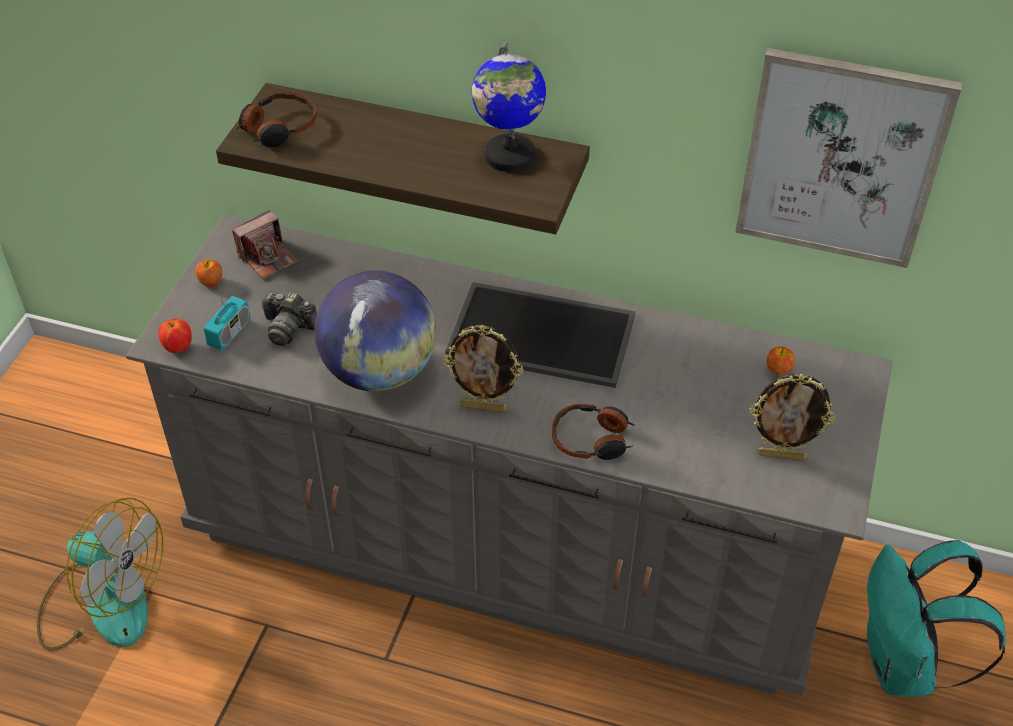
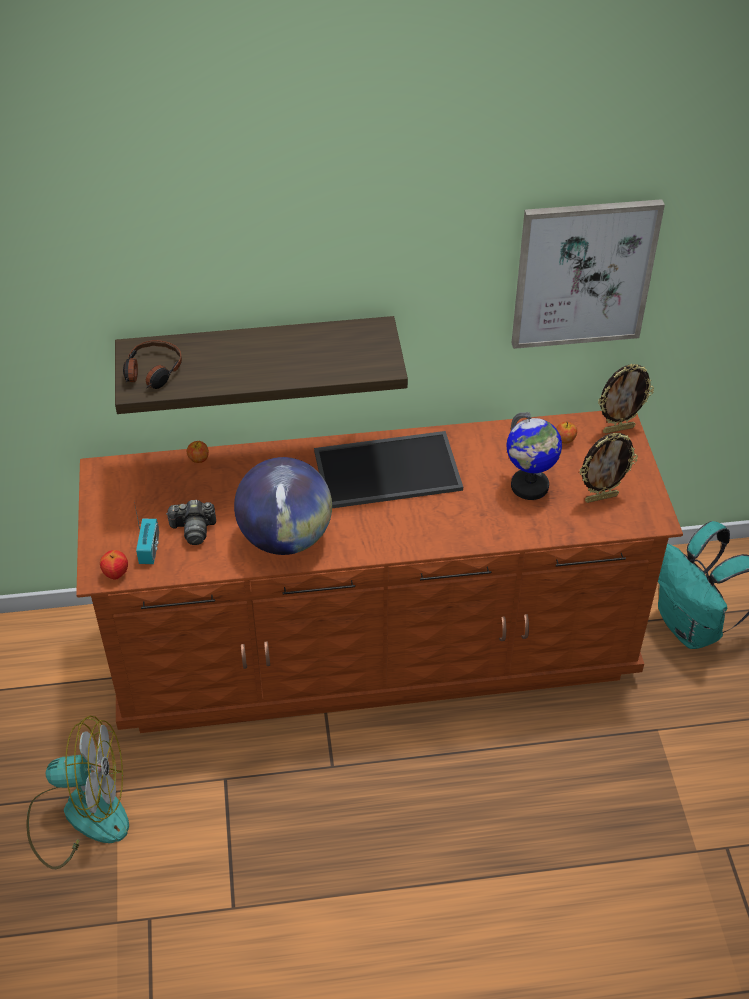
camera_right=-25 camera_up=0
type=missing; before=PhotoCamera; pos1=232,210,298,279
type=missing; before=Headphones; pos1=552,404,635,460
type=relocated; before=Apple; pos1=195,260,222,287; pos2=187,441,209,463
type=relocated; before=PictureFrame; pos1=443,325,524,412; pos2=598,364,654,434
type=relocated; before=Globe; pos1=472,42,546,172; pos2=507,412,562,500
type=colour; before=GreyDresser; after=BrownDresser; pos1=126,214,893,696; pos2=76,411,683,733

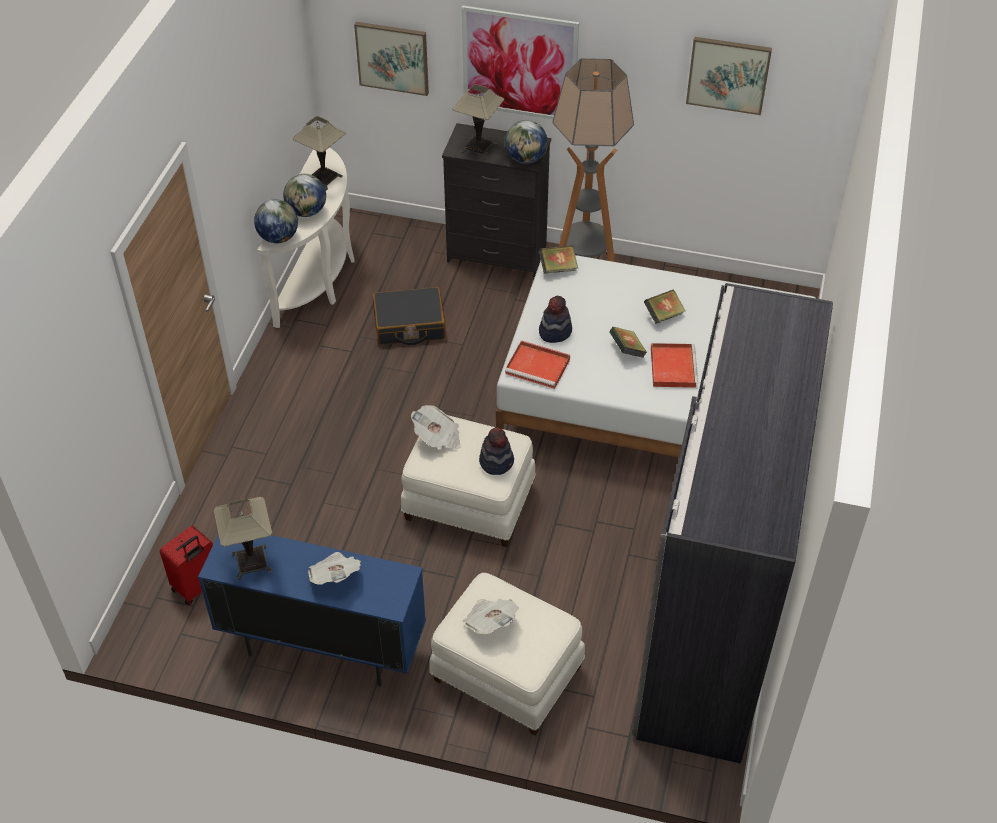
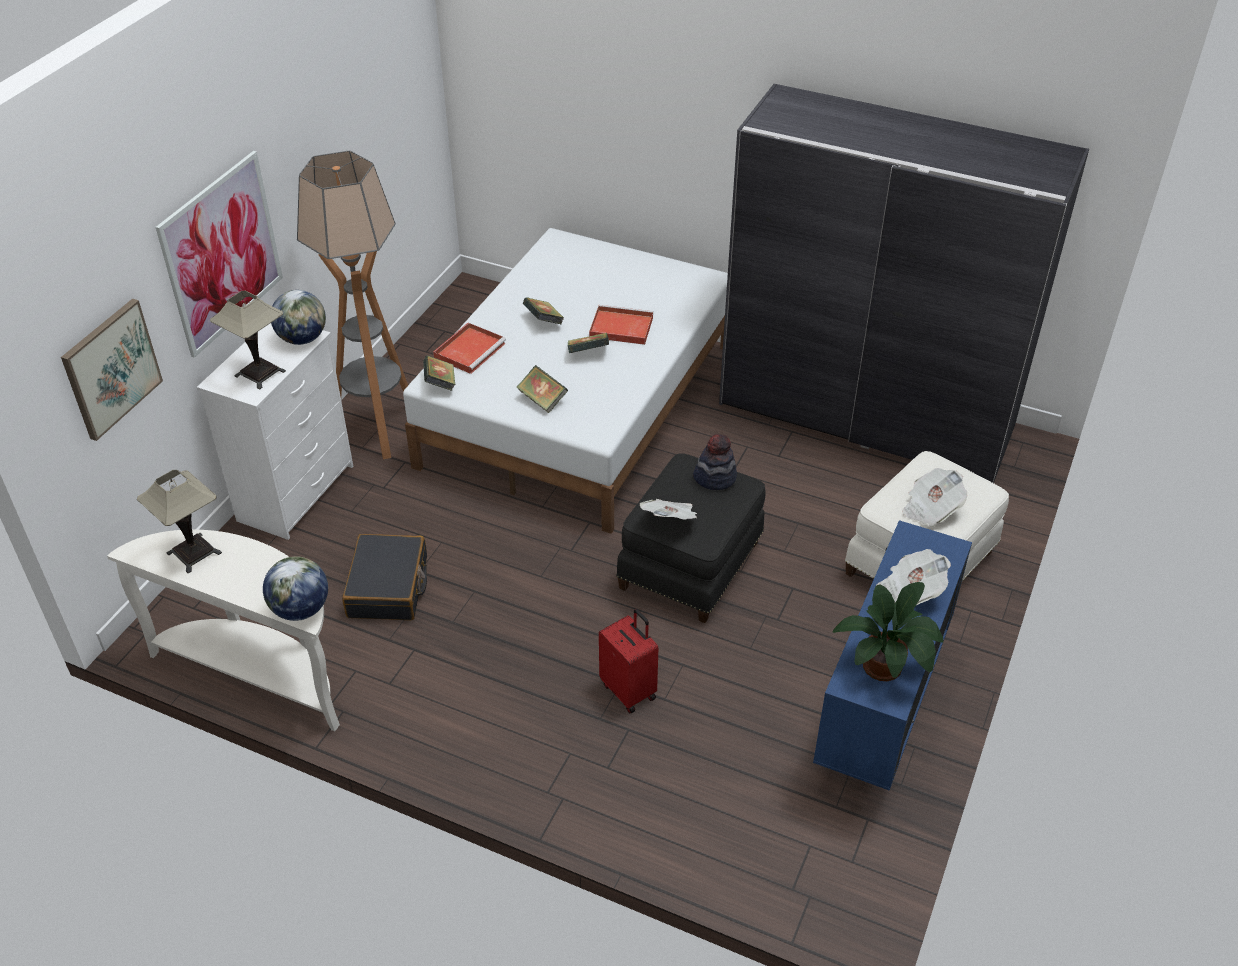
camera_right=-80 camera_up=-5
type=missing; before=Globe; pos1=283,174,326,217
type=missing; before=Picture; pos1=686,37,772,115
type=relocated; before=RedSuitcase; pos1=160,525,213,605; pos2=599,609,658,713
type=relocated; before=RedTray; pos1=505,340,570,389; pos2=433,323,506,374
type=exchanged; before=TableLamp; after=PottedPlant; pos1=214,497,272,580; pos2=832,582,944,681
type=exchanged; before=Hat; after=Book; pos1=539,296,572,343; pos2=516,365,568,413
type=colour; before=WhiteOttoman; after=BlackOttoman; pos1=401,415,536,547; pos2=616,453,766,623
type=colour; before=BlackDresser; after=WhiteDresser; pos1=442,123,551,277; pos2=197,323,353,540

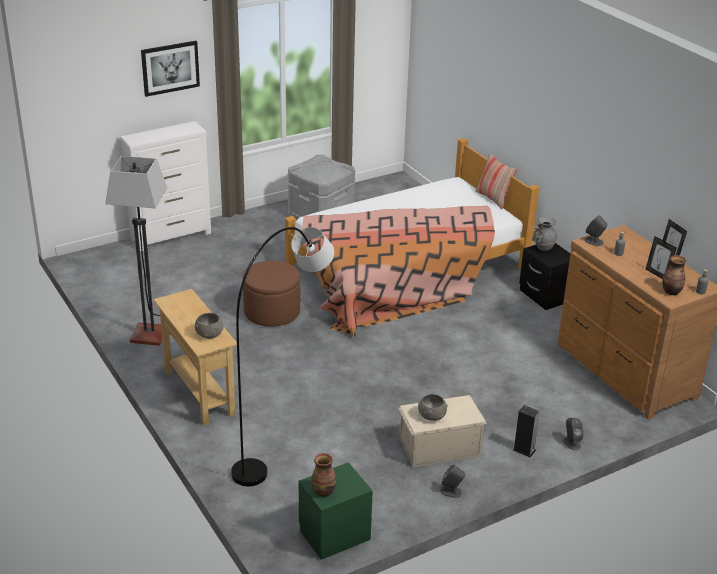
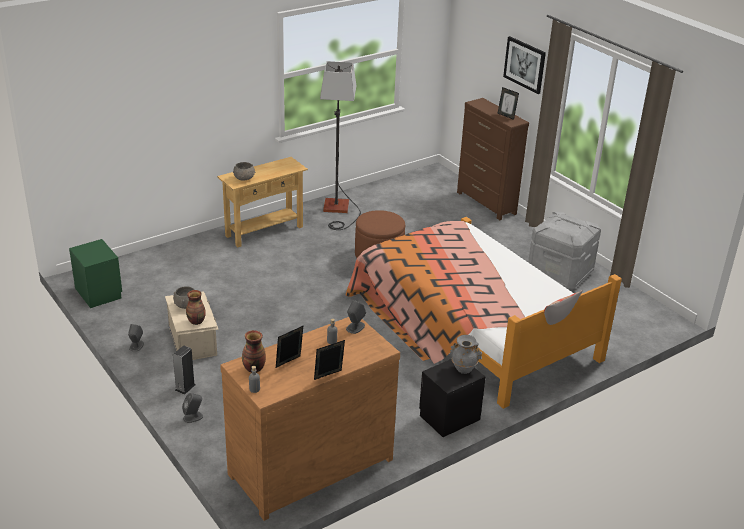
camera_right=85 camera_up=0
type=missing; before=GreyFloorLamp; pos1=231,227,334,486
type=appeared; after=PictureFrame; pos2=497,87,519,120
type=relocated; before=Vase; pos1=312,453,336,497; pos2=186,290,206,325
type=colour; before=WhiteDresser; after=BrownDresser; pos1=120,121,211,252; pos2=457,98,529,220

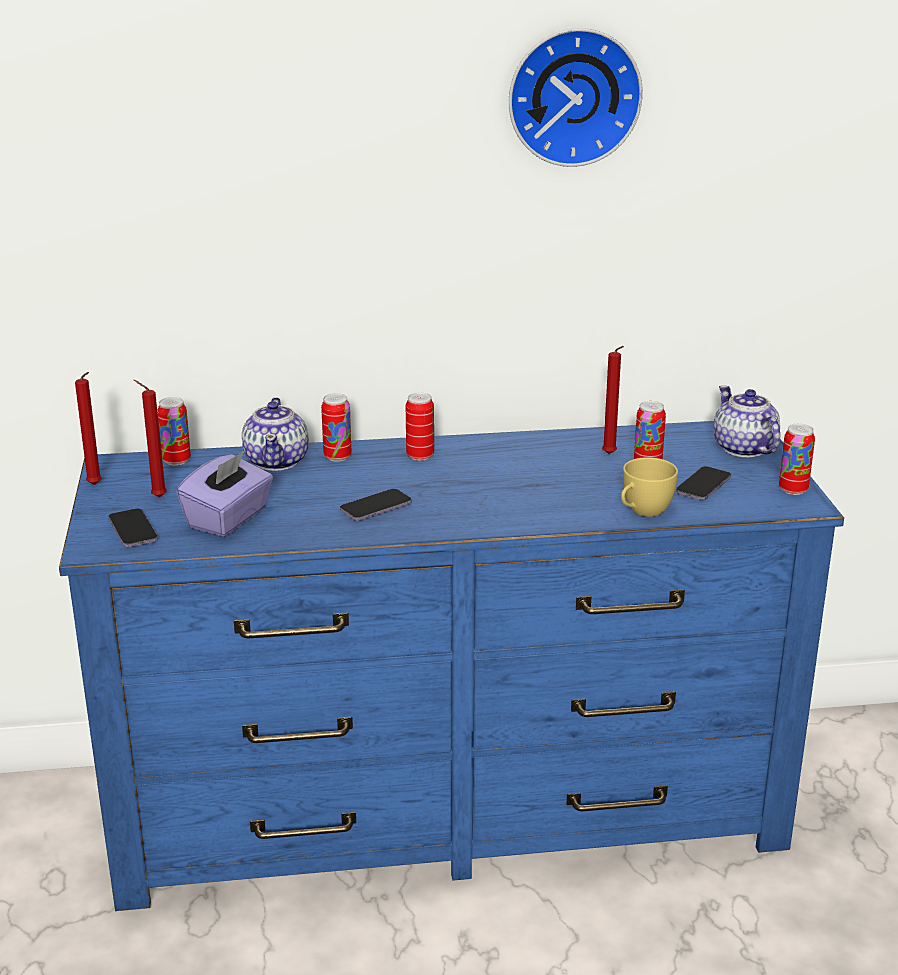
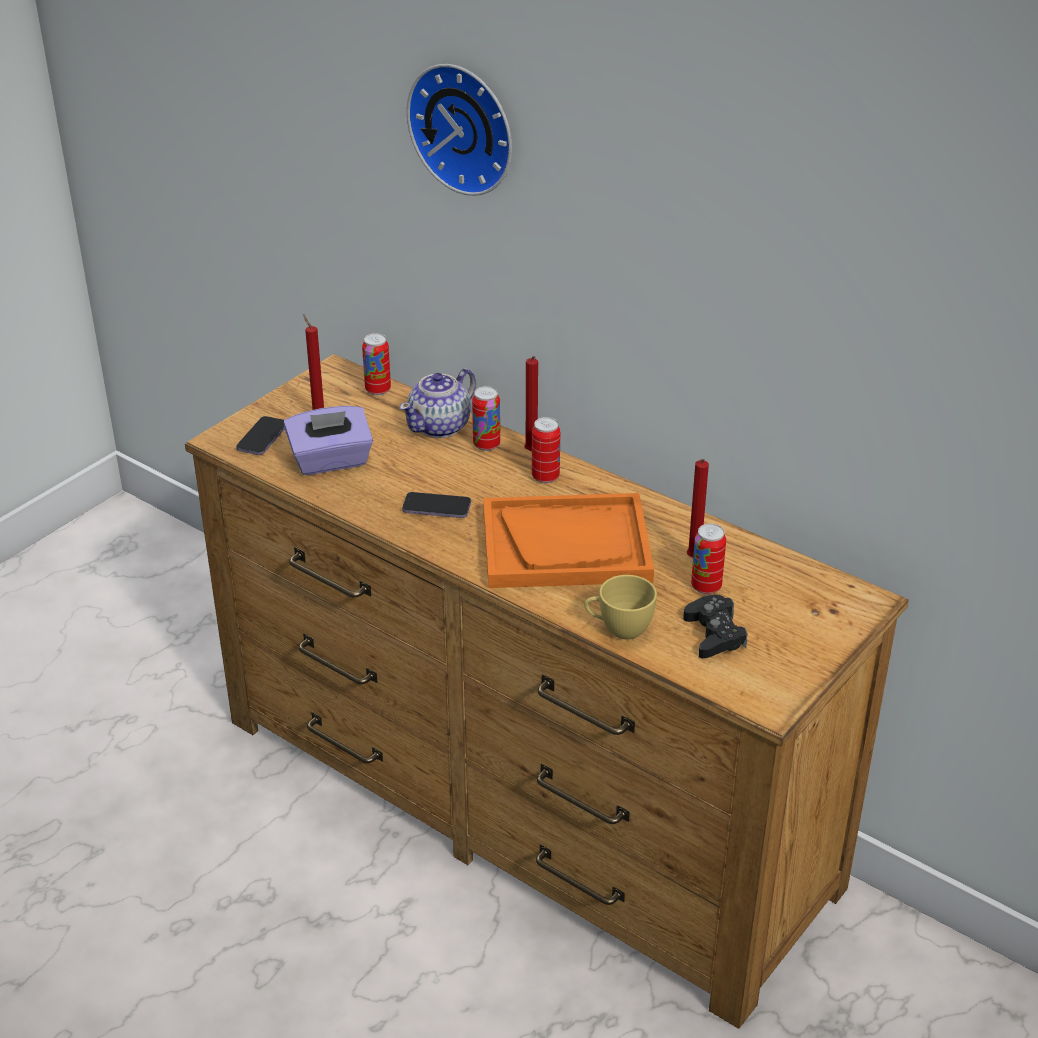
camera_right=45 camera_up=10
type=missing; before=Teapot; pos1=714,385,780,457
type=missing; before=Can; pos1=779,424,815,495
type=appeared; after=OrangeTray; pos2=483,493,654,588
type=relocated; before=RedCandle; pos1=75,372,102,485; pos2=524,356,538,452
type=relocated; before=WallClock; pos1=509,28,643,167; pos2=407,64,512,196
type=exchanged; before=Phone; after=BlackGameController; pos1=676,466,731,500; pos2=683,594,748,658
type=colour; before=BlueDresser; after=BrownDresser; pos1=59,421,844,911; pos2=185,354,909,1029

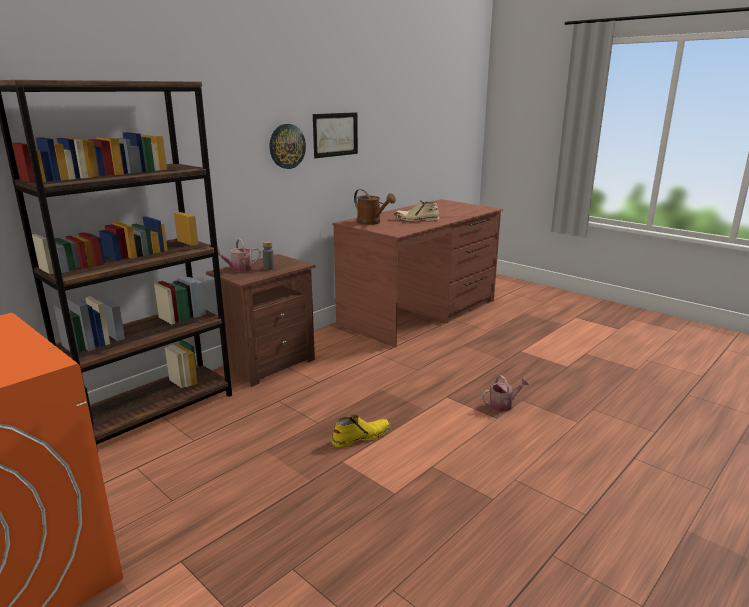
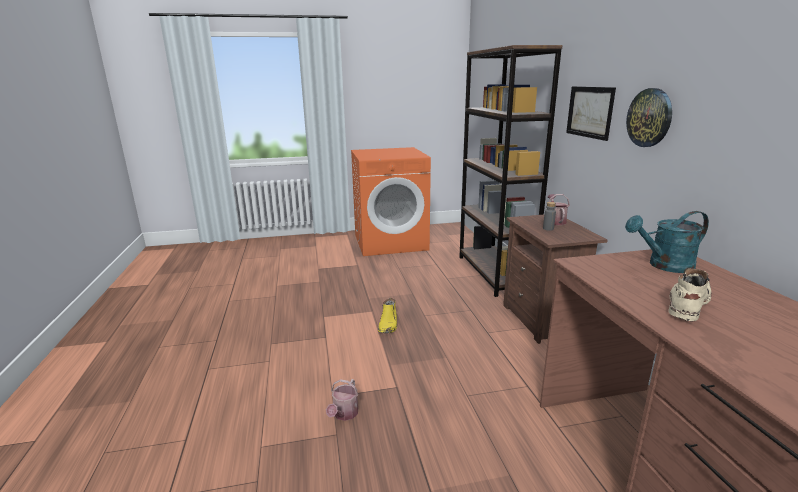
camera_right=125 camera_up=0
type=relocated; before=Picture; pos1=313,112,358,158; pos2=566,86,616,141
type=colour; before=BrownWateringCan; after=TurquoiseWateringCan; pos1=354,189,396,225; pos2=625,211,709,273

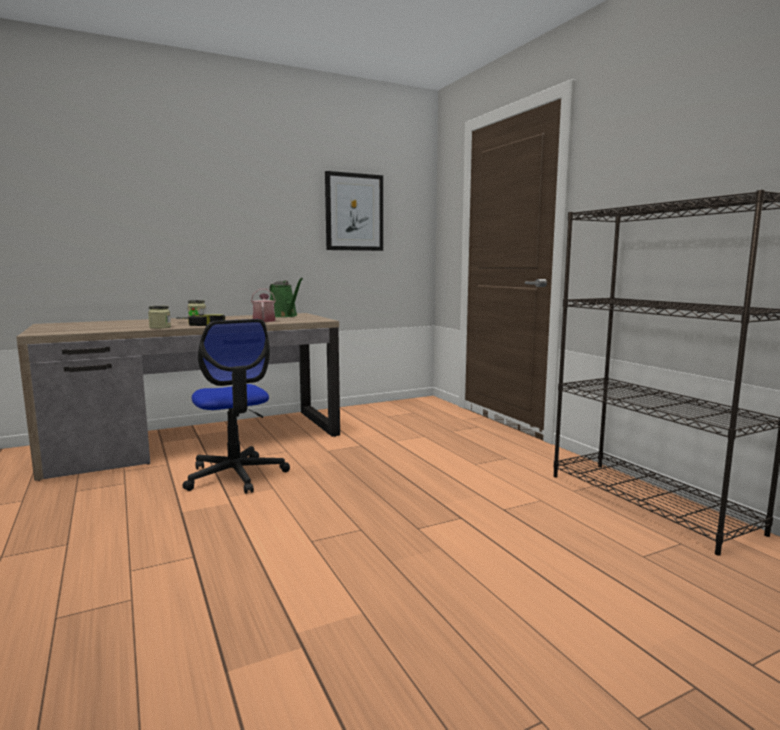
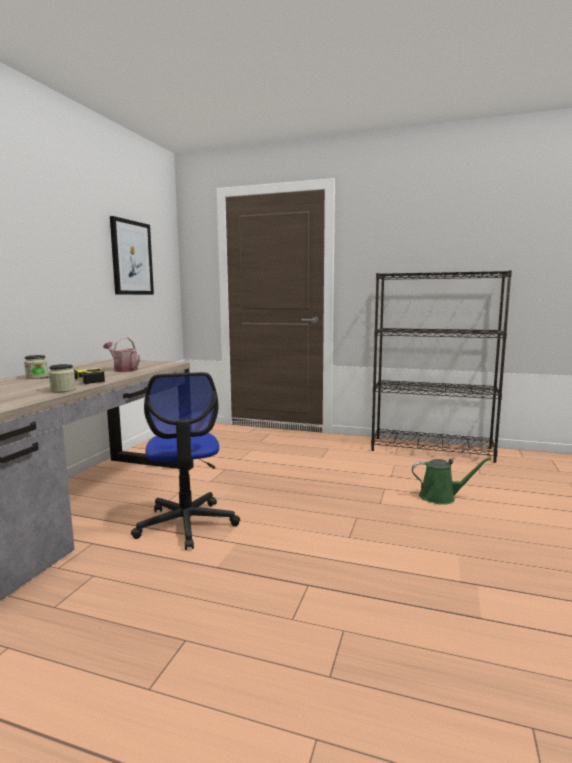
camera_right=-45 camera_up=0
type=relocated; before=GreenWateringCan; pos1=270,278,303,317; pos2=412,457,491,505
type=spun; before=OfficeChair; pos1=183,319,290,494; pos2=131,372,240,550; turn=60

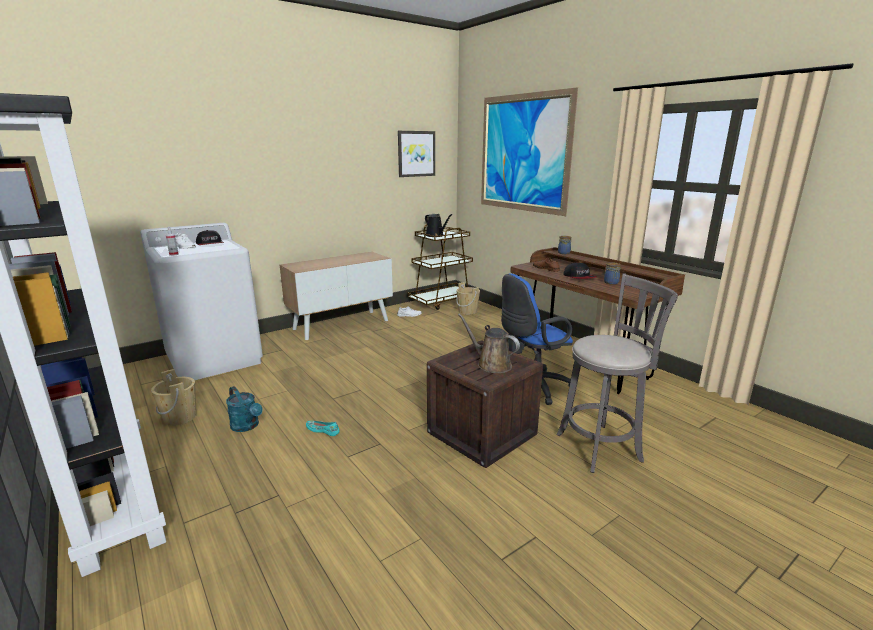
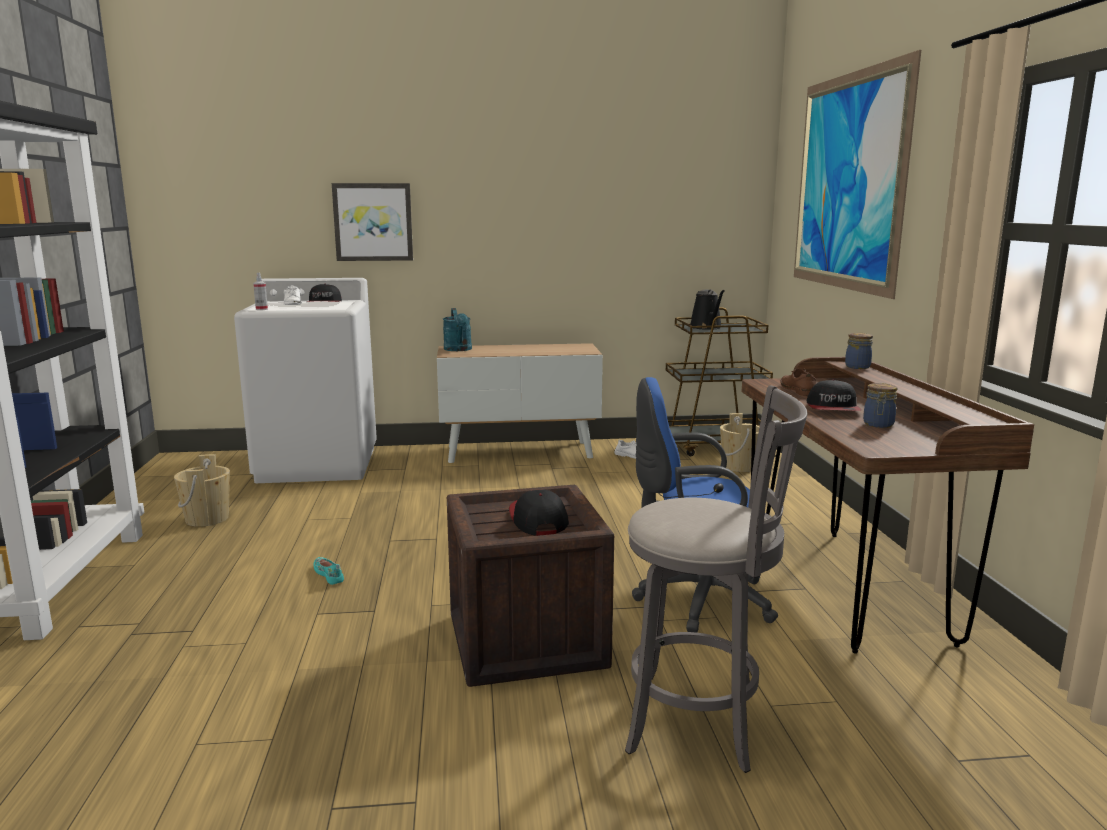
camera_right=30 camera_up=-5
type=relocated; before=TurquoiseWateringCan; pos1=226,386,263,432; pos2=443,308,472,351
type=relocated; before=Picture; pos1=398,131,435,177; pos2=332,183,413,261
type=exchanged; before=BrownWateringCan; after=Cap; pos1=458,313,520,373; pos2=509,490,569,536

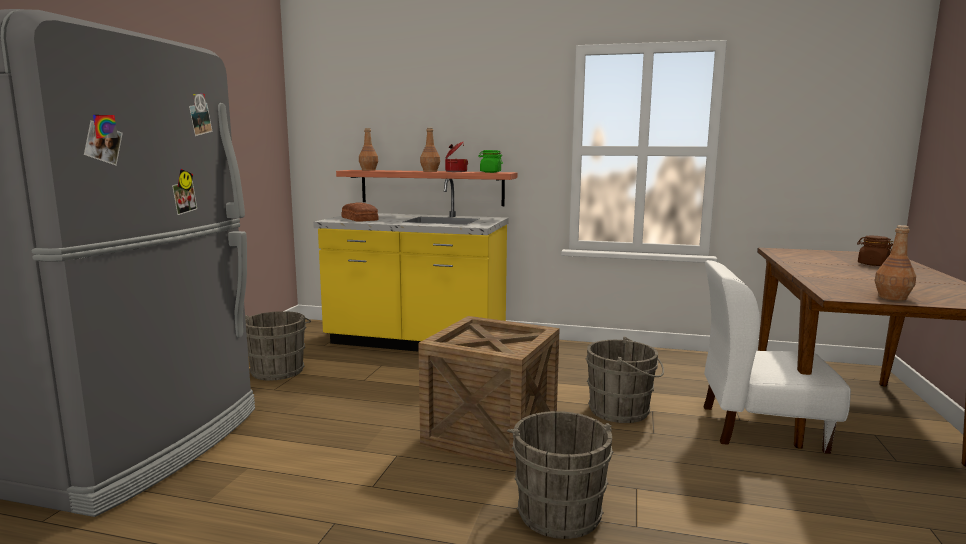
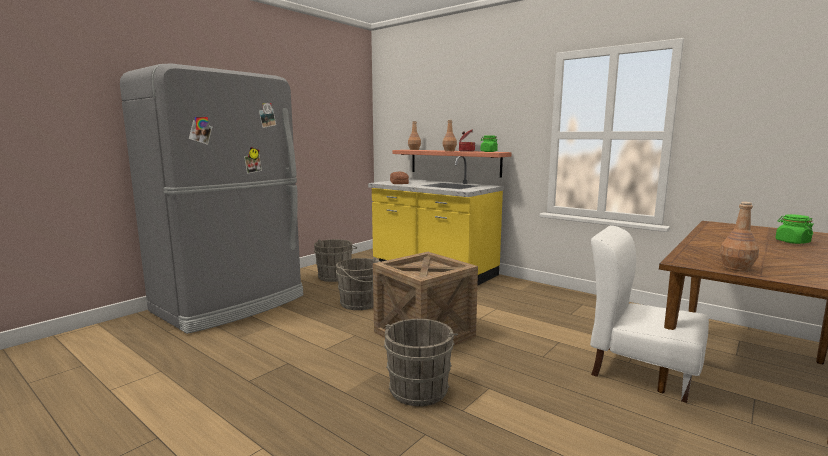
camera_right=25 camera_up=0
type=relocated; before=GreyBucket; pos1=585,337,664,423; pos2=336,257,380,310
type=colour; before=BrownJar; after=GreenJar; pos1=857,236,893,266; pos2=775,214,814,244

